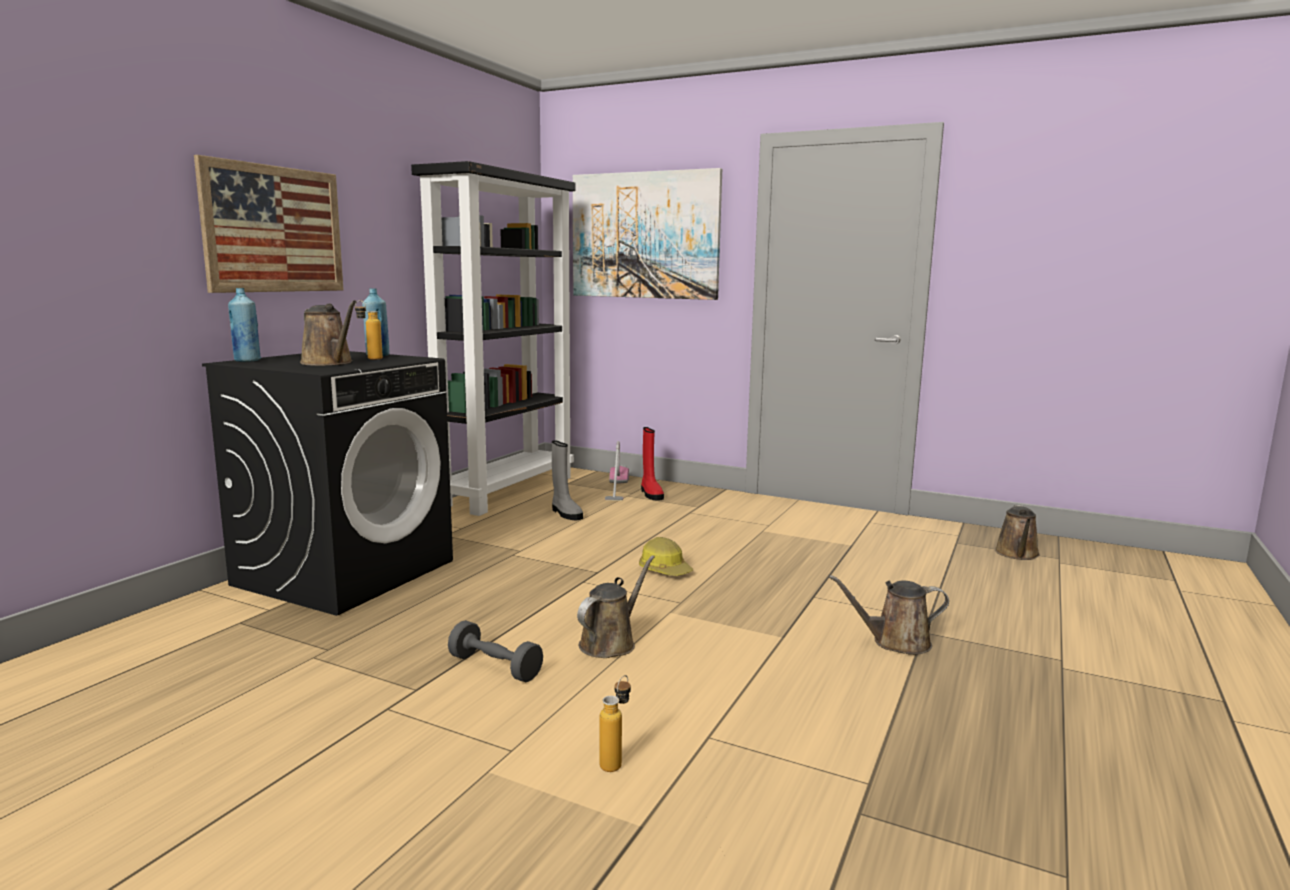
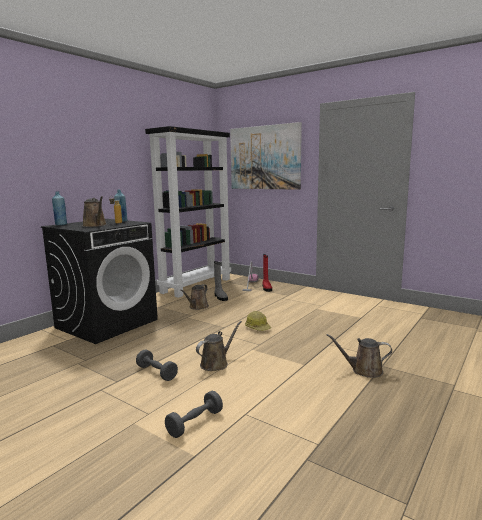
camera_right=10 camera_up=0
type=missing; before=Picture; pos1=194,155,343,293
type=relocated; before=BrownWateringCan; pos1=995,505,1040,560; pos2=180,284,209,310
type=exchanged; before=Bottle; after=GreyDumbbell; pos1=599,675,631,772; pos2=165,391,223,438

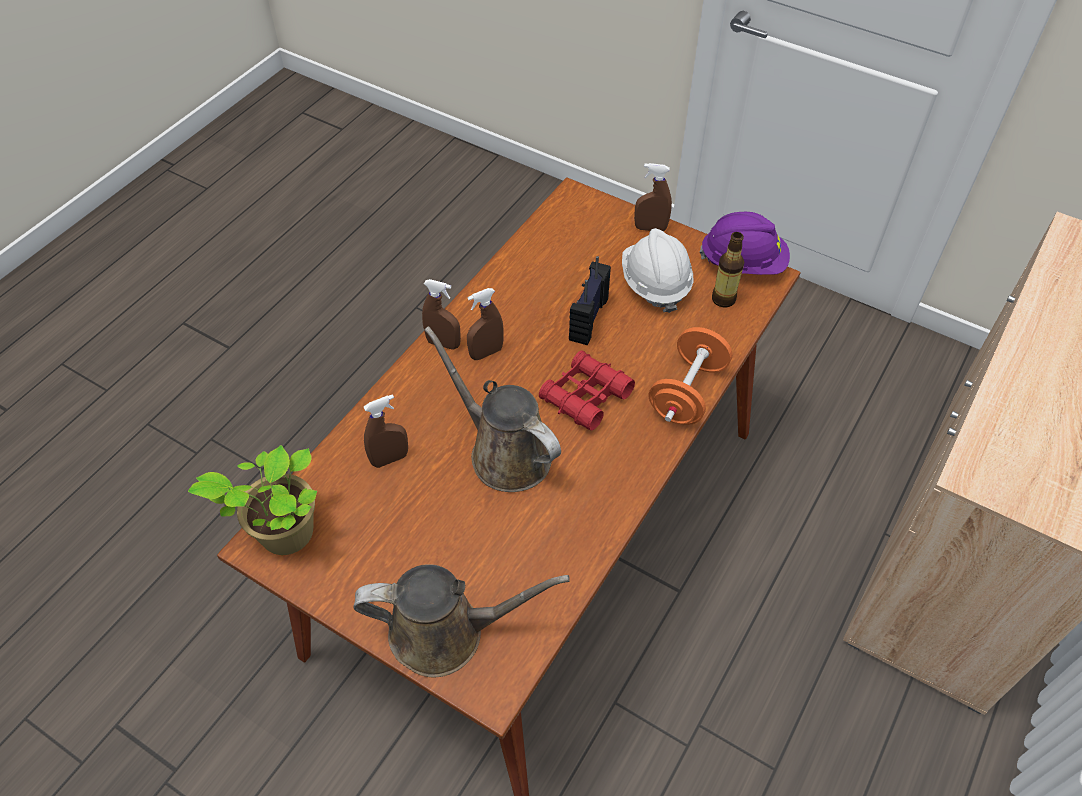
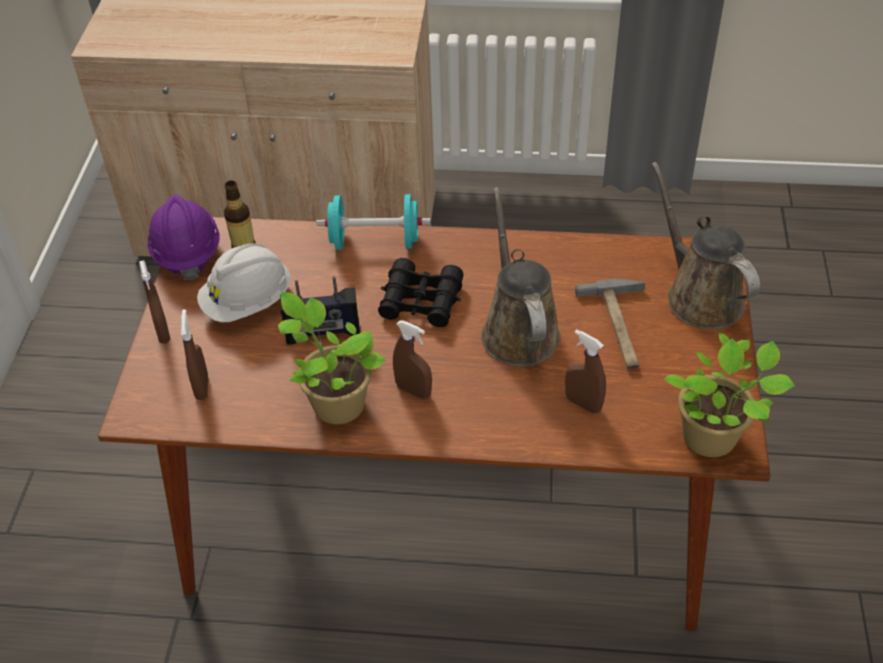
camera_right=-115 camera_up=-5
type=appeared; after=PottedPlant; pos2=278,292,386,424
type=appeared; after=Hammer; pos2=575,279,645,369
type=relocated; before=BrownSprayBottle; pos1=422,279,461,350; pos2=181,309,208,400
type=colour; before=RedBinoculars; after=BlackBinoculars; pos1=539,350,635,430; pos2=378,258,463,327
type=colour; before=OrangeDumbbell; after=TurquoiseDumbbell; pos1=649,327,732,425; pos2=316,194,431,250
type=spun; before=BrownWateringCan; pos1=425,326,561,492; pos2=482,187,561,367; turn=150

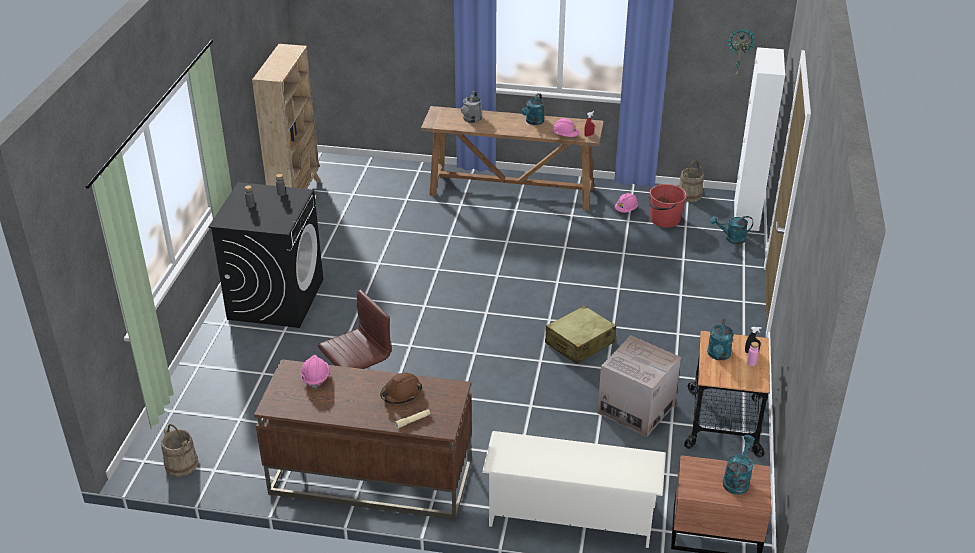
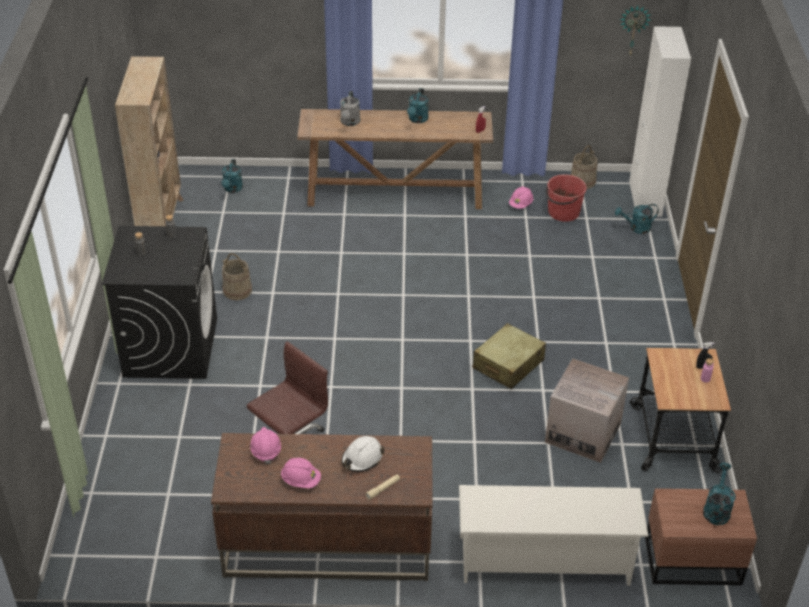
camera_right=-10 camera_up=5
type=relocated; before=BeigeBucket; pos1=161,424,198,477; pos2=222,253,252,300
type=relocated; before=PinkHardHat; pos1=552,118,579,137; pos2=281,458,321,488
type=relocated; before=TurquoiseWateringCan; pos1=707,318,734,360; pos2=221,159,243,193
type=colour; before=BrownHardHat; after=WhiteHardHat; pos1=380,373,422,404; pos2=341,436,384,472

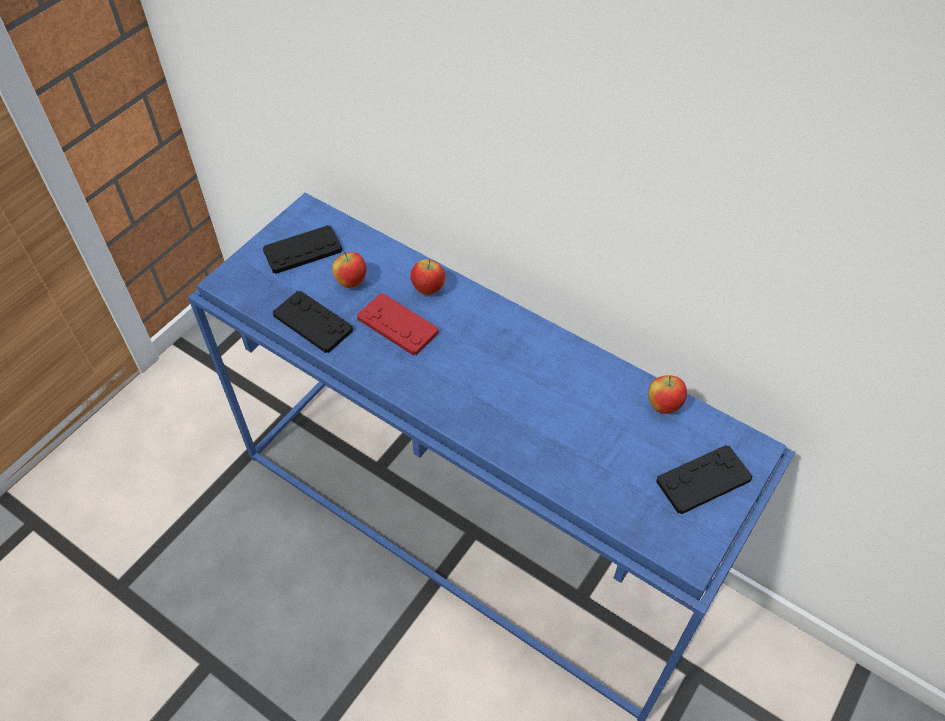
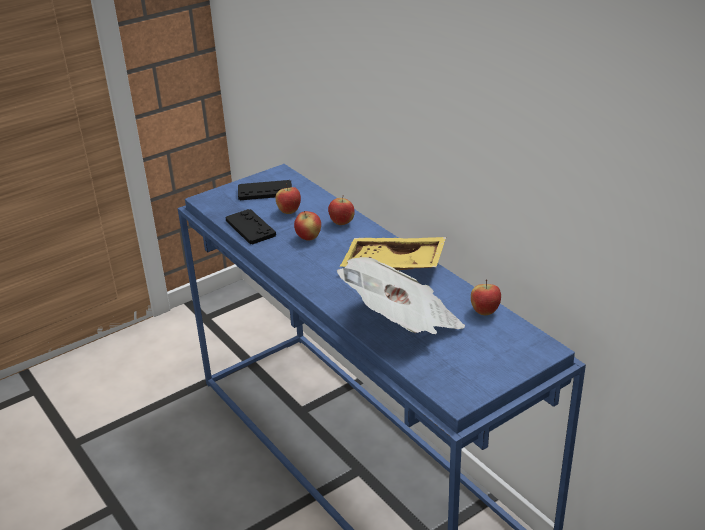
camera_right=20 camera_up=-20
type=missing; before=BlackGameController; pos1=656,445,752,514
type=appeared; after=Newspaper; pos2=337,257,465,334
type=appeared; after=YellowTray; pos2=340,237,446,270
type=exchanged; before=RedGameController; after=Apple; pos1=357,293,439,356; pos2=294,211,321,241

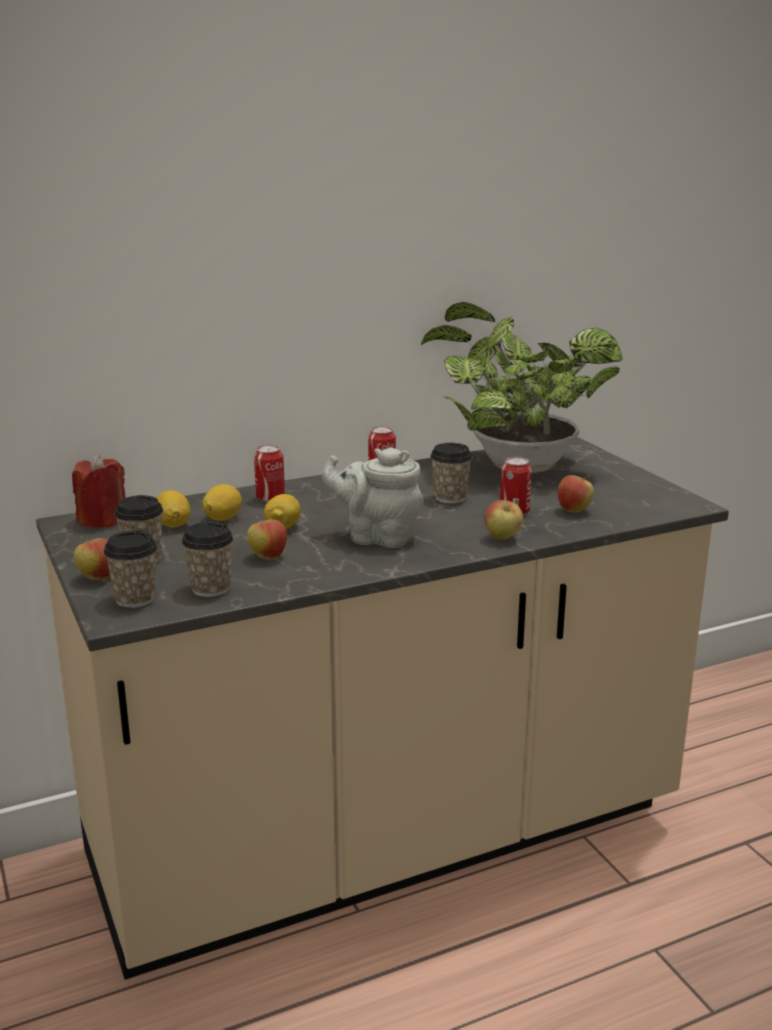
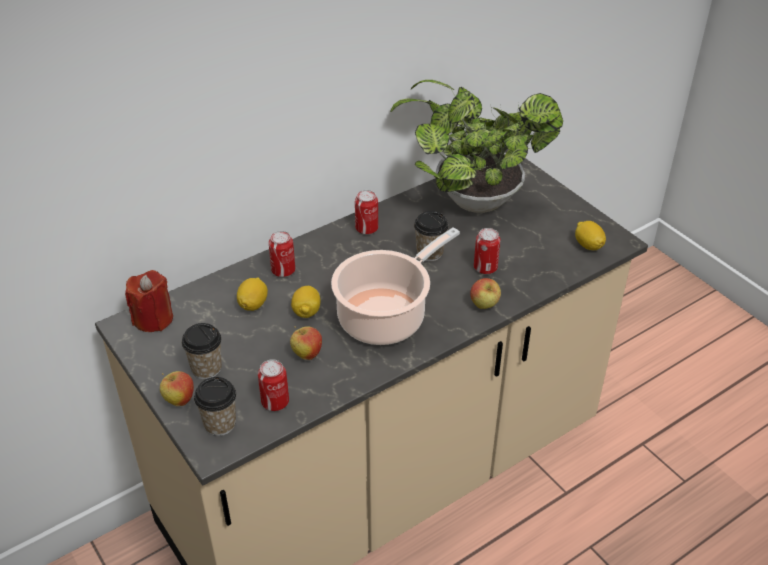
camera_right=-10 camera_up=20
type=missing; before=Apple; pos1=558,475,594,513
type=relocated; before=Lemon; pos1=157,490,190,527; pos2=575,221,606,250
type=exchanged; before=Cup; after=Can; pos1=182,522,234,597; pos2=258,359,289,411
type=exchanged; before=GreyTeapot; after=CookingPot; pos1=322,448,423,548; pos2=331,227,460,345

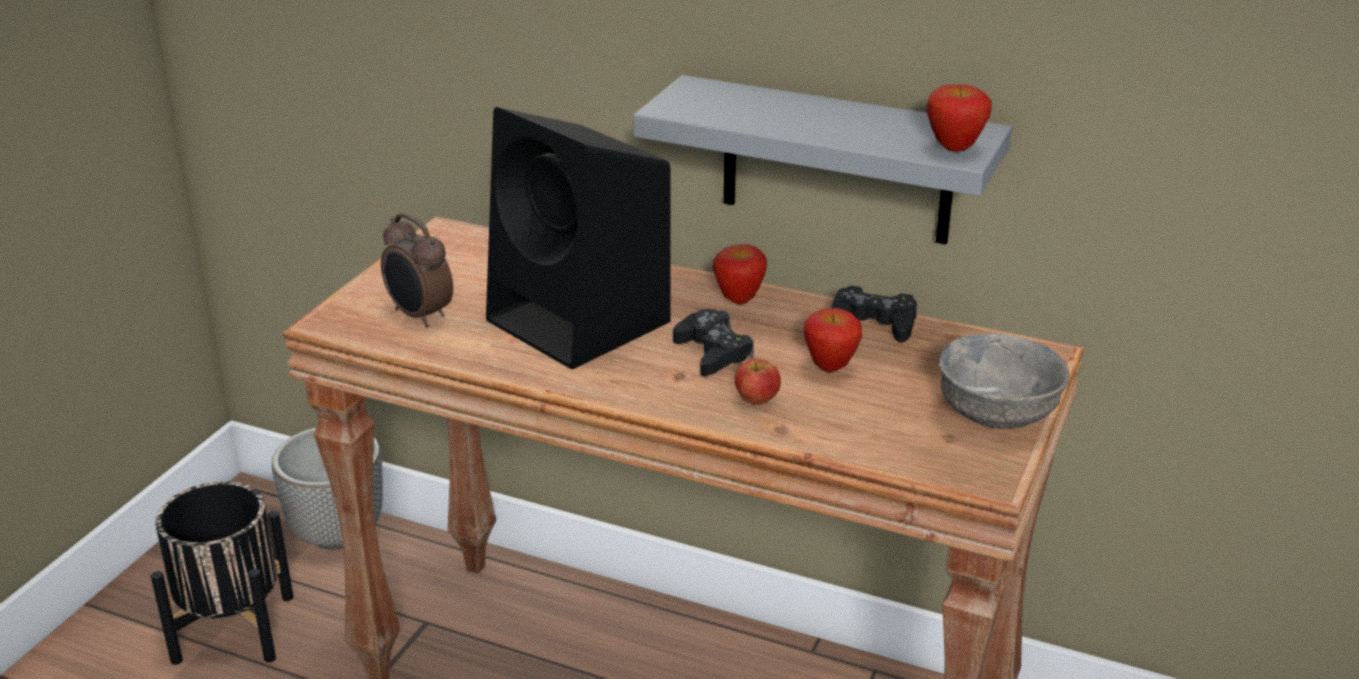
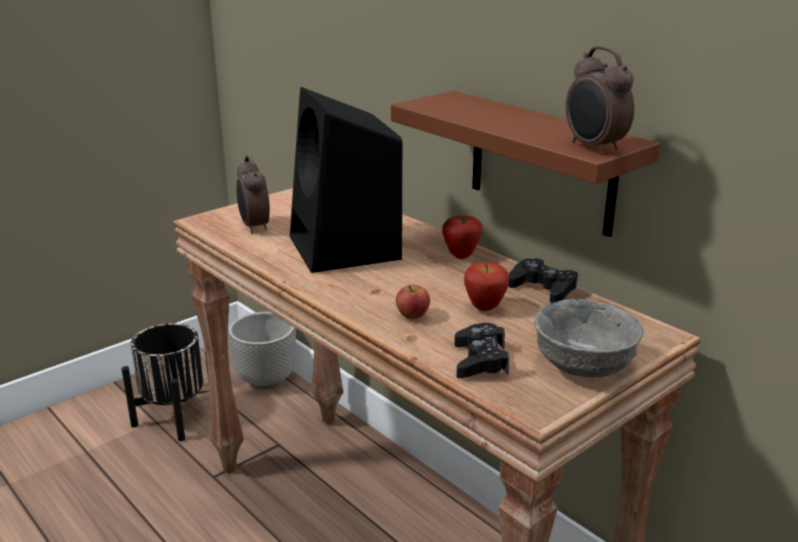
camera_right=25 camera_up=-5
type=relocated; before=BlackGameController; pos1=673,309,754,376; pos2=454,323,509,378
type=exchanged; before=Apple; after=AlarmClock; pos1=926,84,992,152; pos2=566,46,634,155
type=colour; before=GreyShelf; after=BrownShelf; pos1=633,75,1012,244; pos2=391,91,660,237

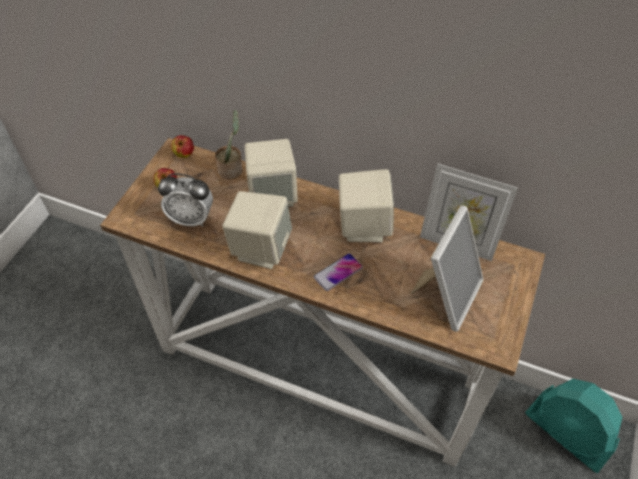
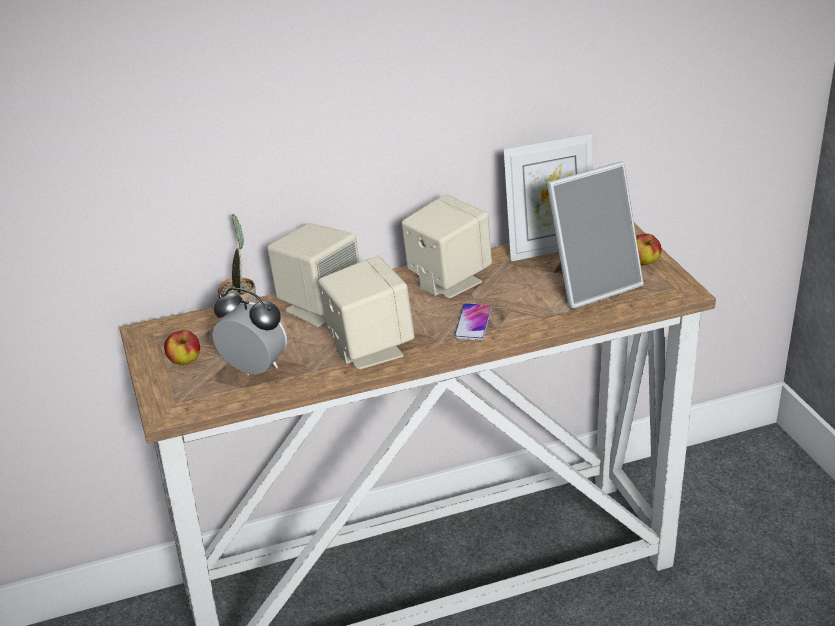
camera_right=-40 camera_up=-20
type=missing; before=TurquoiseFan; pos1=525,379,623,473
type=relocated; before=Apple; pos1=171,135,194,158; pos2=636,234,662,265
type=spun; before=AlarmClock; pos1=158,174,213,227; pos2=212,288,287,375; turn=-120
type=spun; before=PictureFrame; pos1=411,205,483,332; pos2=547,162,644,309; turn=75

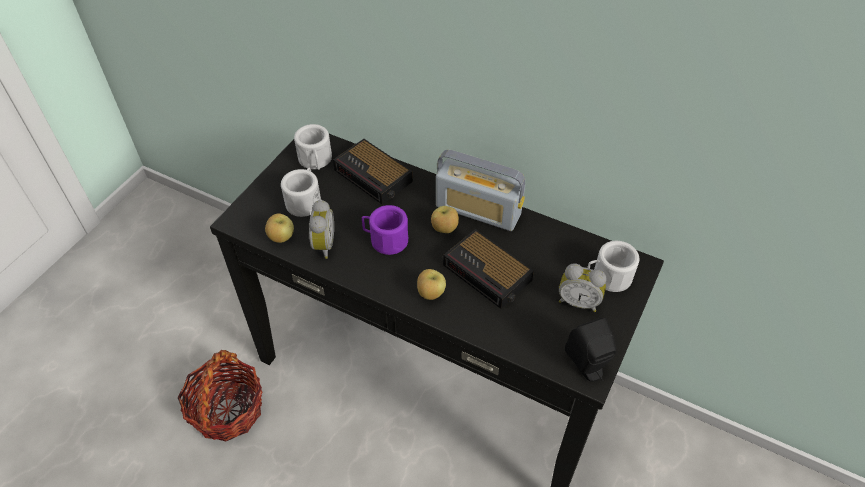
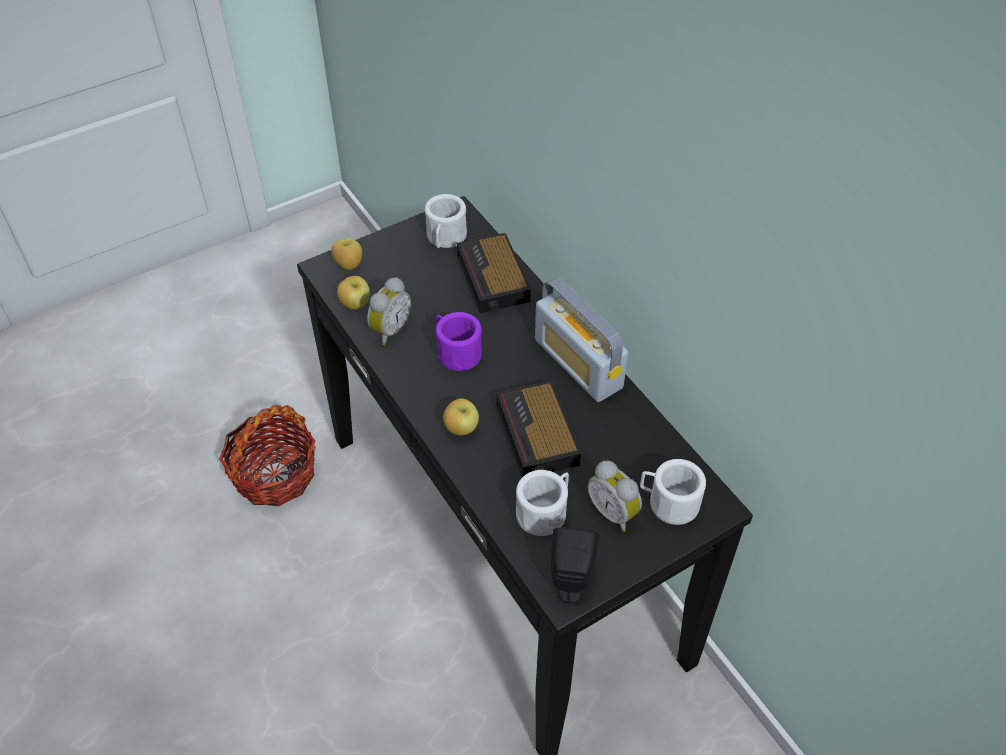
camera_right=30 camera_up=0
type=relocated; before=WhiteMug; pos1=281,167,321,217; pos2=516,470,569,536
type=relocated; before=Apple; pos1=431,206,459,233; pos2=331,238,362,270

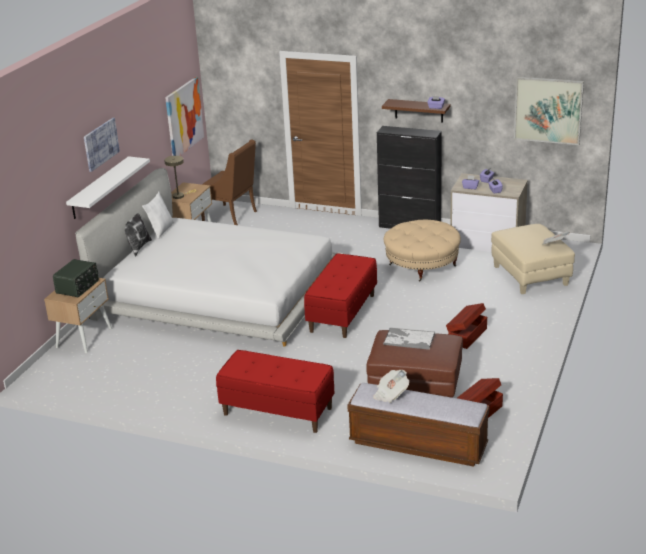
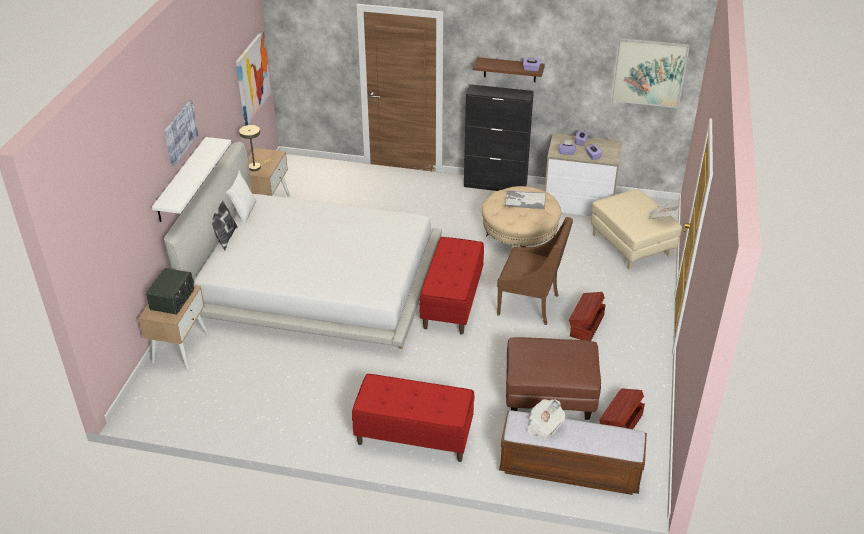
camera_right=-10 camera_up=10
type=relocated; before=BrownArmchair; pos1=201,140,257,225; pos2=497,217,573,325
type=relocated; before=Tray; pos1=383,327,435,350; pos2=504,190,546,209

